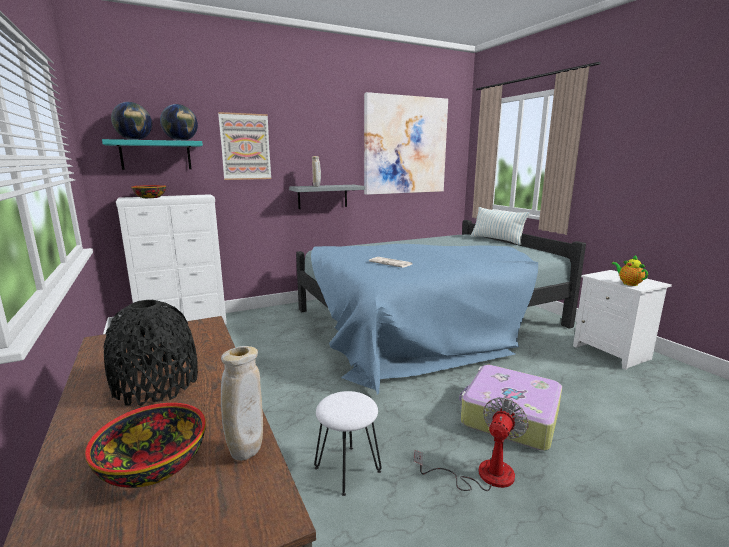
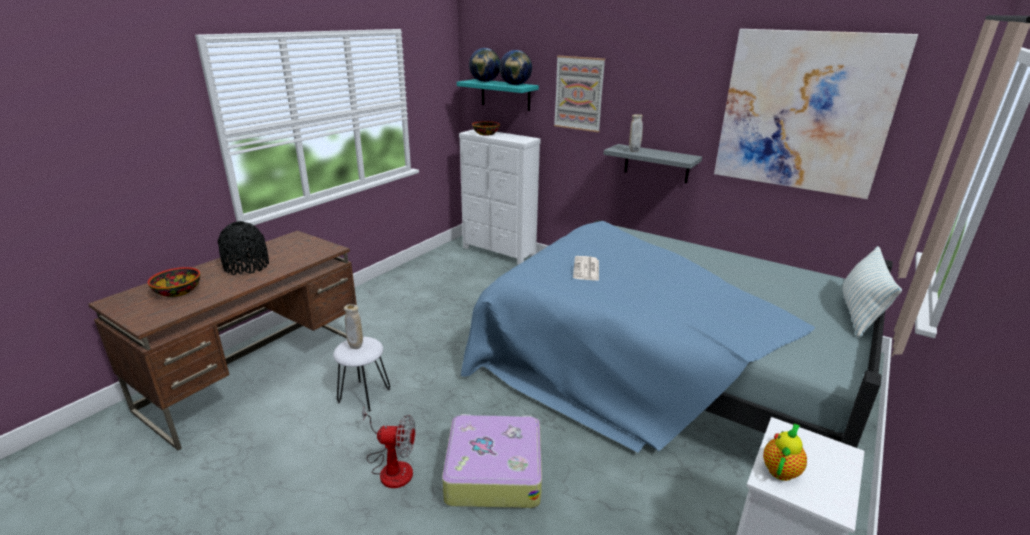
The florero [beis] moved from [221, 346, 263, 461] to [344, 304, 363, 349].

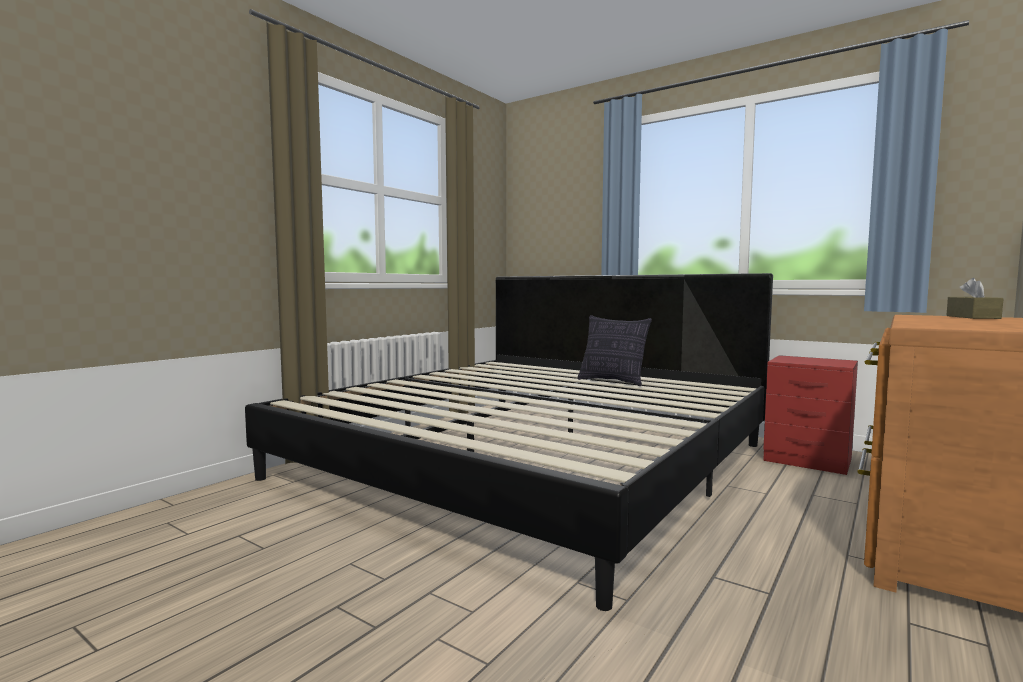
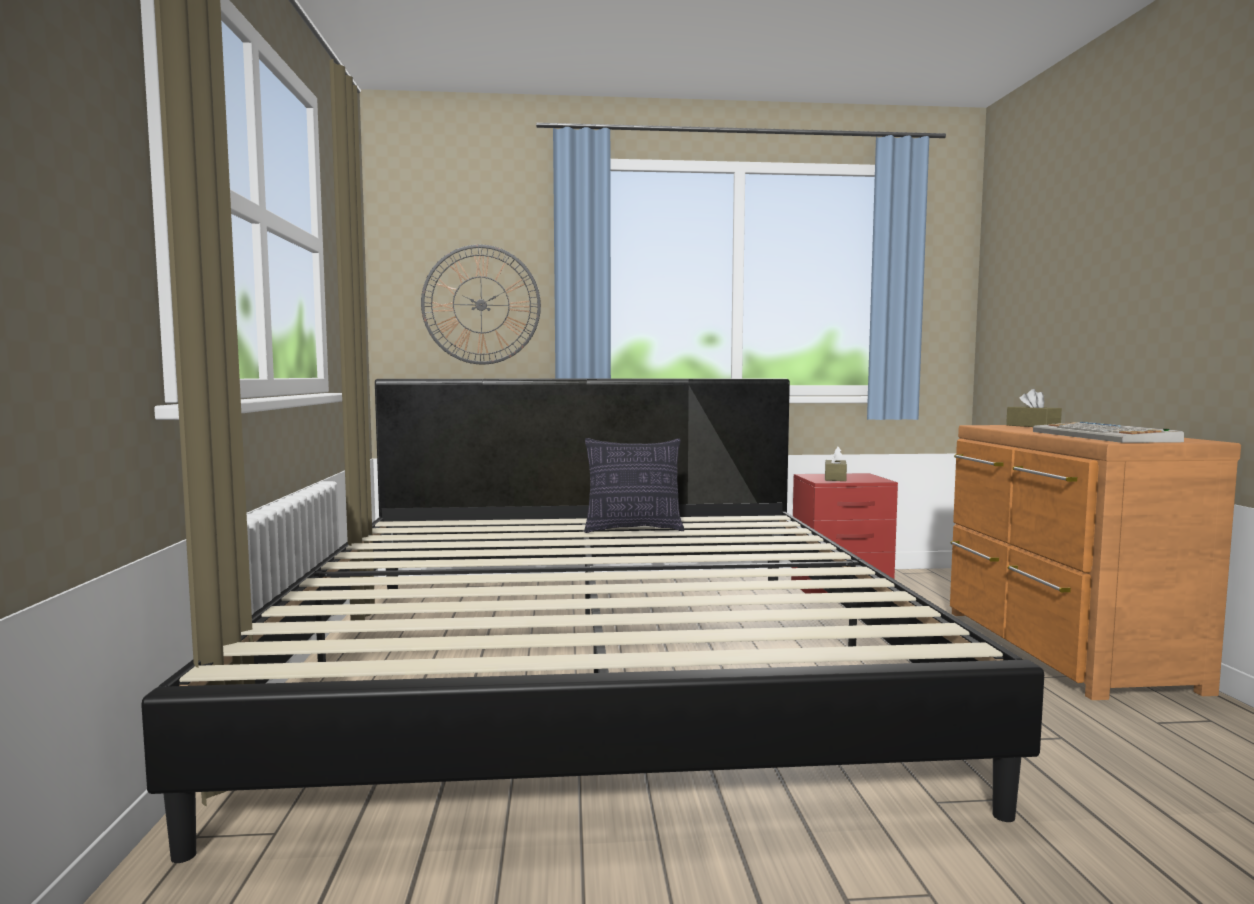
The reloj de pared at [421, 245, 541, 365] appeared. The caja de pañuelos [marrón] at [825, 447, 847, 481] appeared. The teclado at [1033, 422, 1184, 443] appeared.

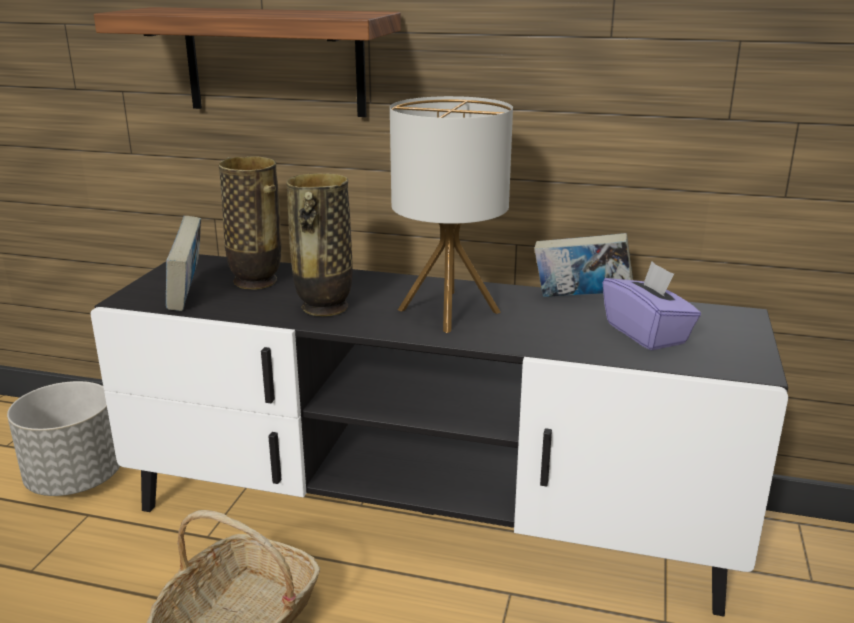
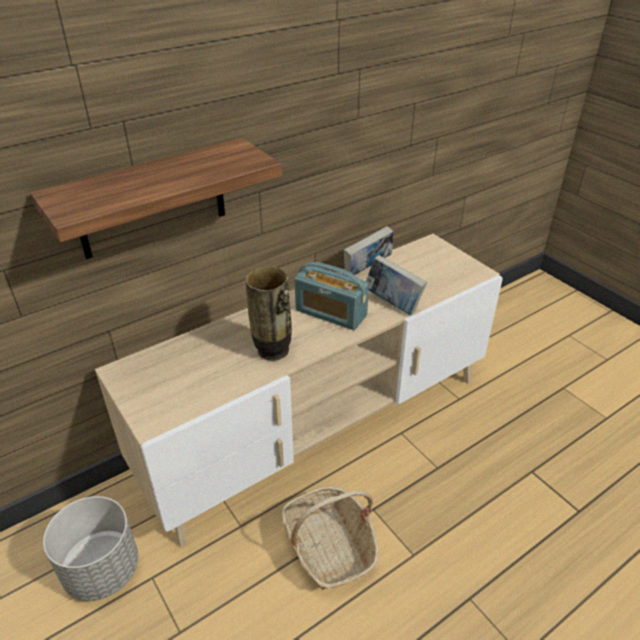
The mueble de televisión [negro] at [91, 254, 788, 617] became the mueble de televisión [beis] at [95, 234, 503, 547]. The libro moved from [166, 216, 201, 311] to [366, 255, 427, 315]. The florero at [218, 156, 281, 290] disappeared. The lámpara de mesa at [390, 96, 513, 333] was replaced by the radio at [295, 262, 369, 330]. The caja de pañuelos [morado] at [603, 262, 701, 351] disappeared.

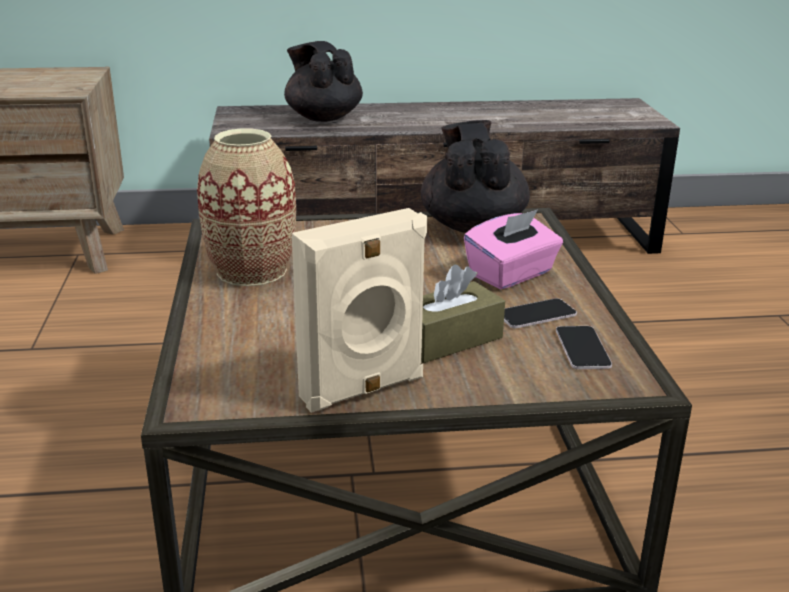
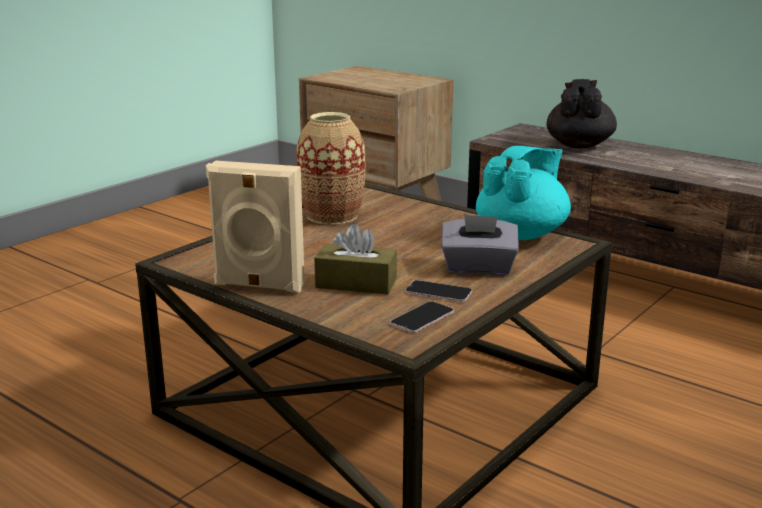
The tetera [negro] at [421, 120, 530, 233] became the tetera [turquesa] at [476, 146, 571, 240]. The caja de pañuelos [rosa] at [464, 209, 563, 289] became the caja de pañuelos [gris] at [442, 214, 519, 275].

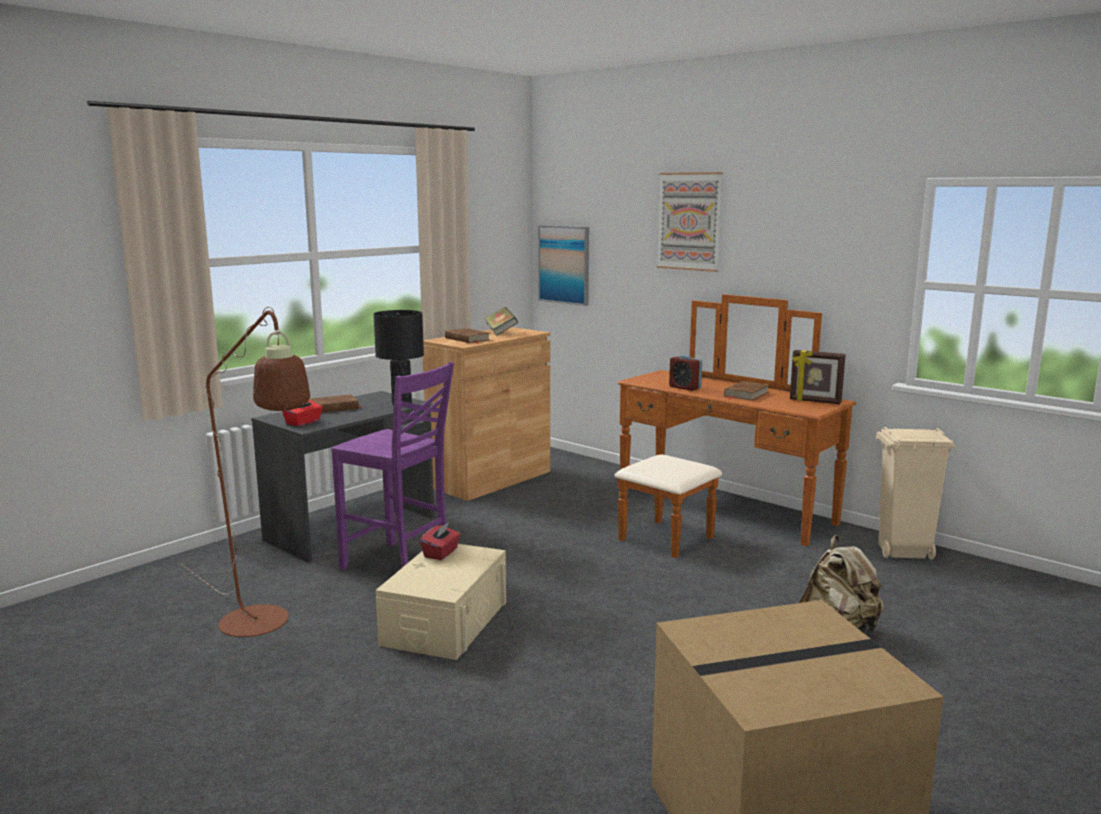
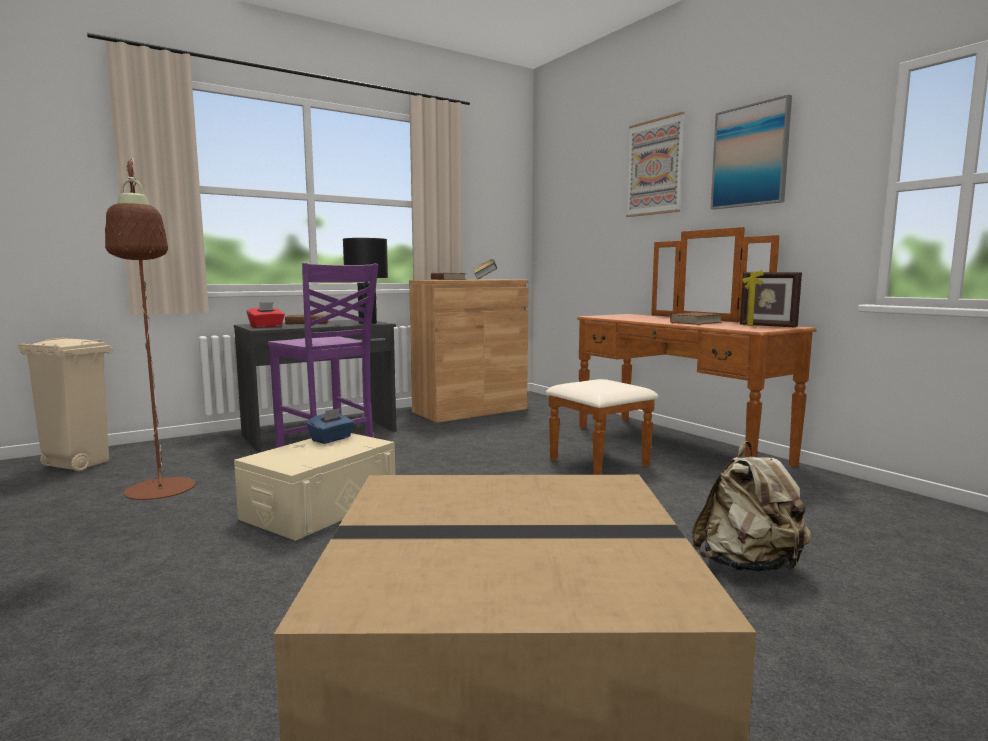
The caja de pañuelos [rojo] at [420, 522, 461, 560] became the caja de pañuelos [azul] at [307, 408, 354, 444]. The cuadro moved from [538, 225, 589, 306] to [711, 95, 792, 209]. The despertador at [669, 355, 702, 391] disappeared. The papelera [beis] moved from [876, 427, 956, 560] to [17, 338, 113, 471].

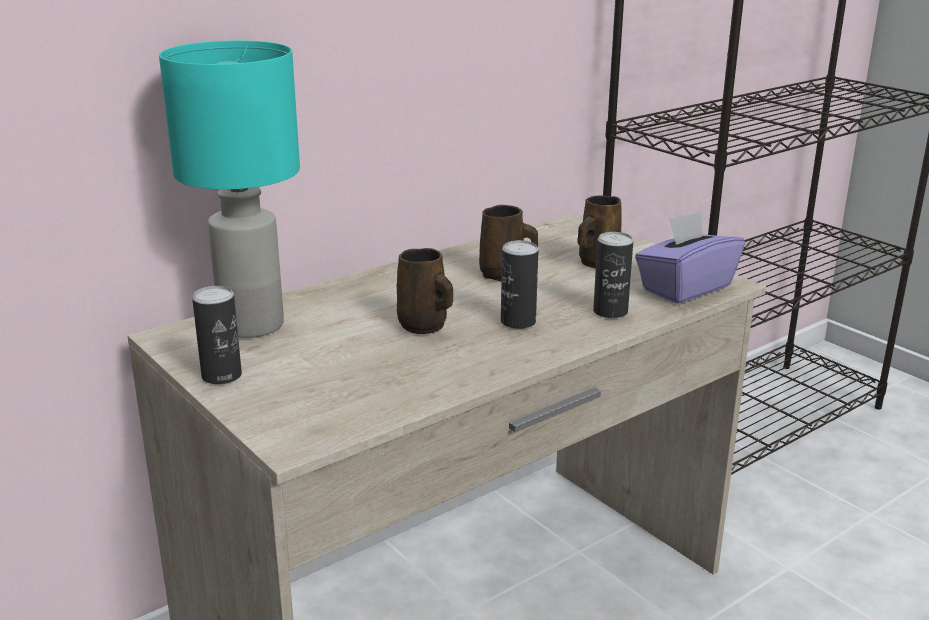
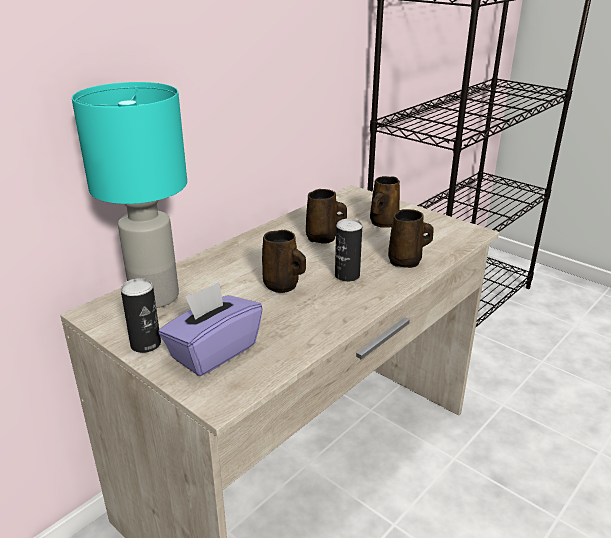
The lata at [593, 232, 633, 318] was replaced by the taza grande [marrón] at [388, 209, 434, 268]. The caja de pañuelos [morado] moved from [635, 211, 745, 304] to [159, 282, 263, 376].

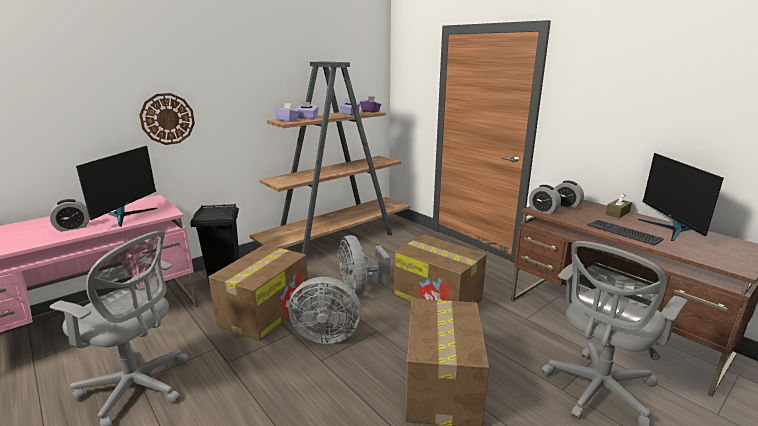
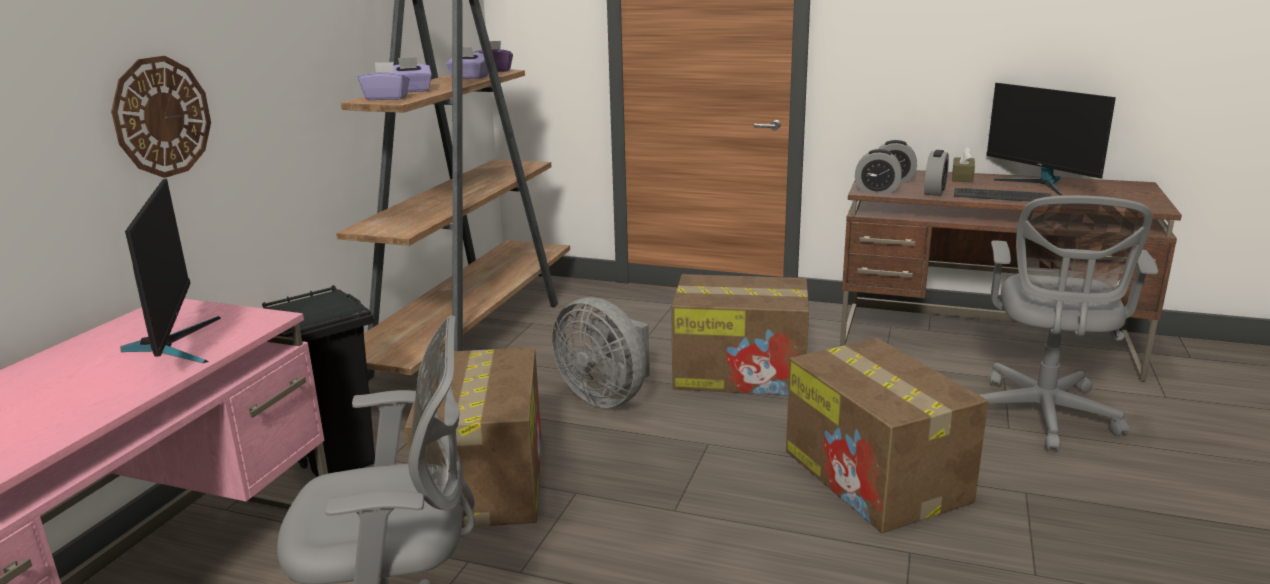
The despertador moved from [50, 199, 90, 232] to [924, 150, 949, 196]. The ventilador [gris] at [288, 277, 361, 344] disappeared.

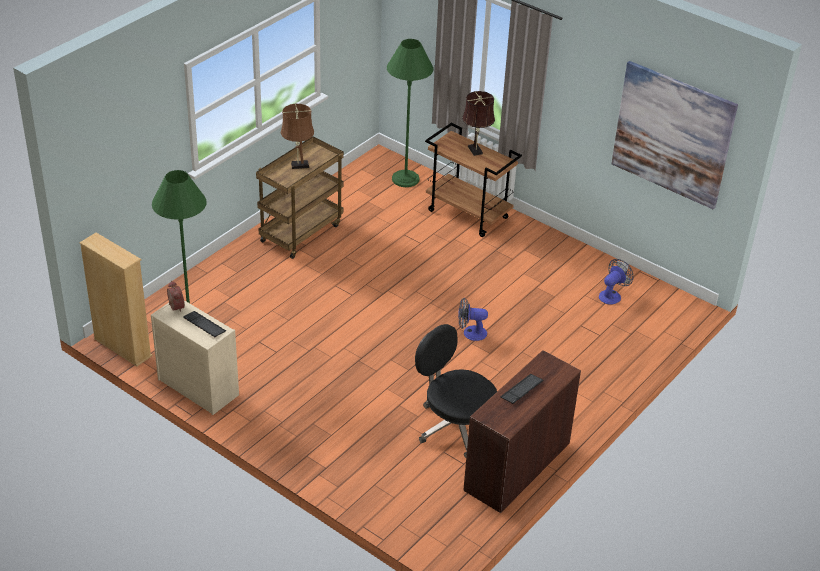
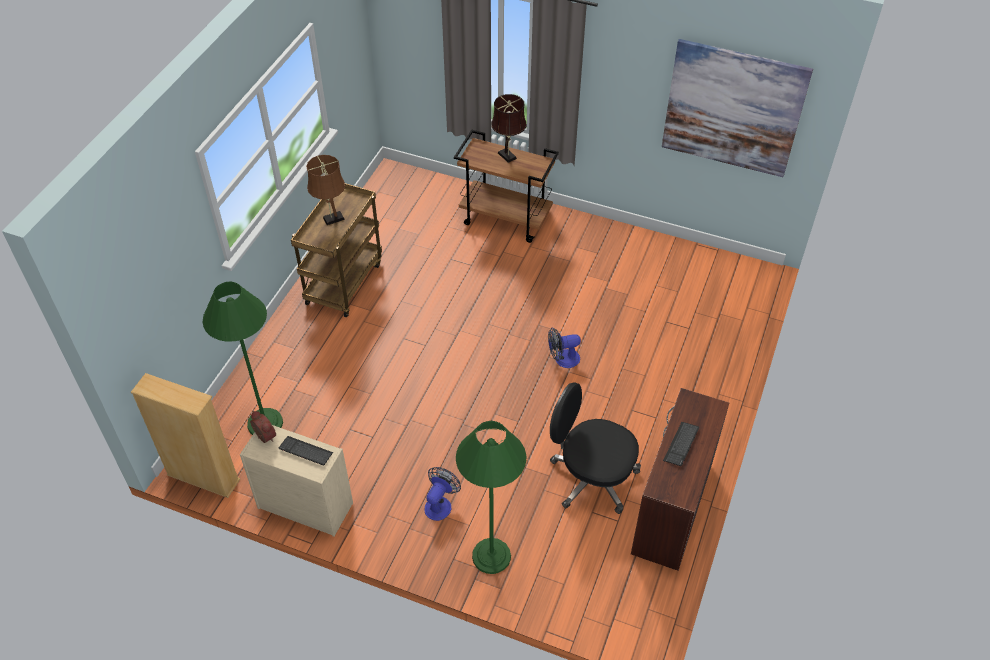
The lámpara de pie [verde] moved from [387, 39, 433, 187] to [456, 421, 526, 574]. The ventilador moved from [599, 259, 633, 305] to [424, 467, 461, 521].

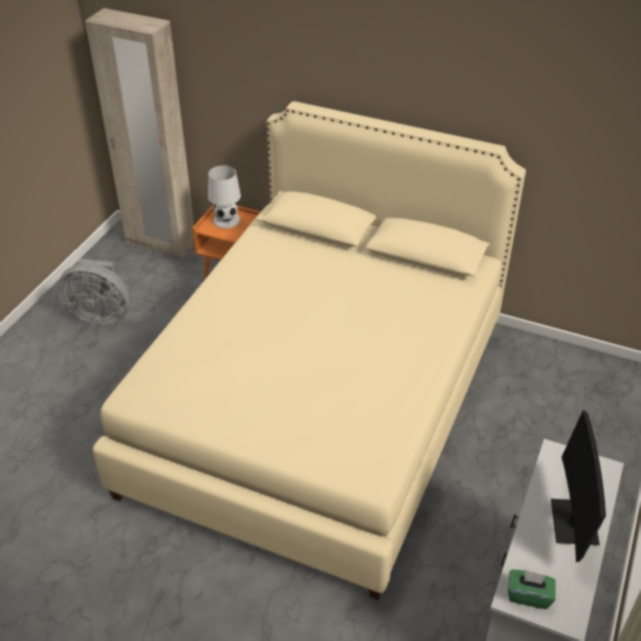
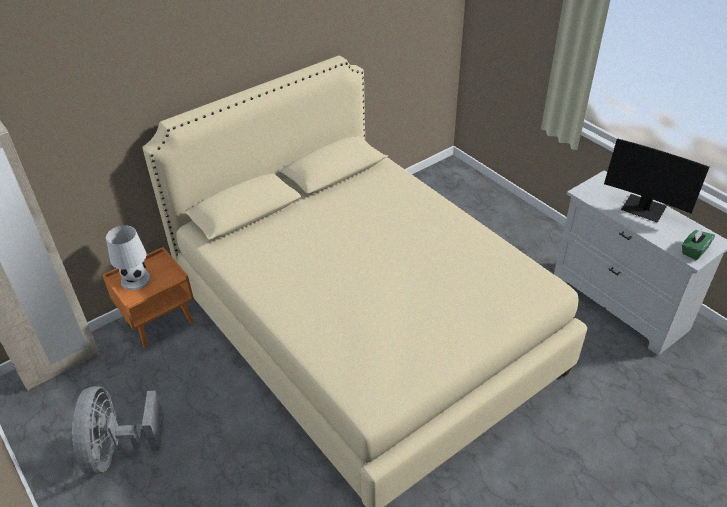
The ventilador [gris] at [58, 259, 131, 325] turned 135 degrees clockwise.

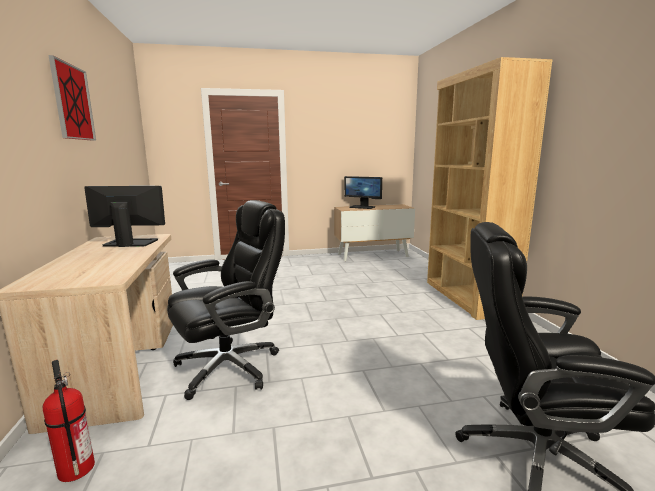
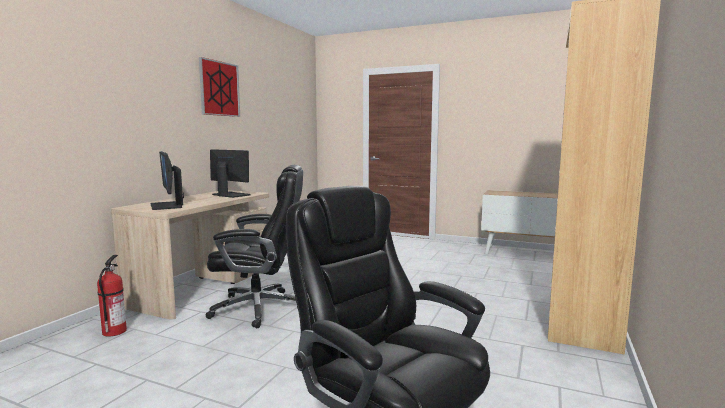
The monitor moved from [344, 176, 382, 209] to [150, 151, 184, 210].

